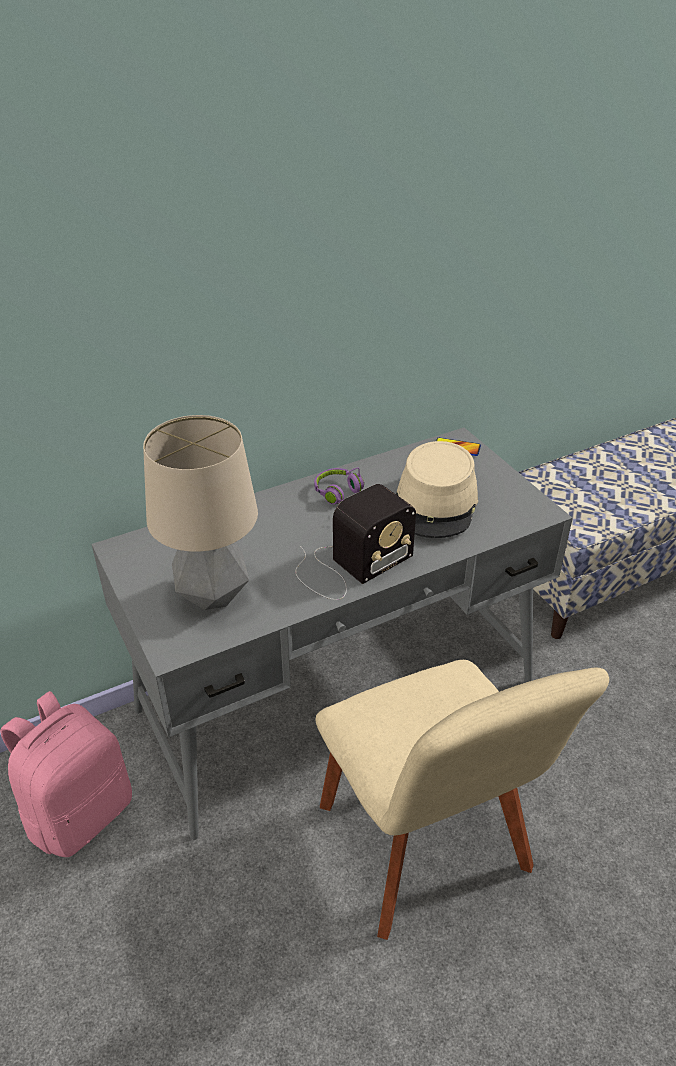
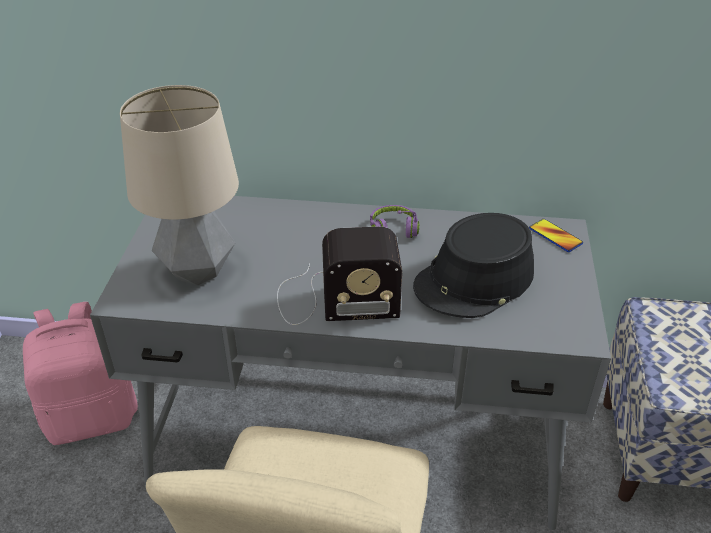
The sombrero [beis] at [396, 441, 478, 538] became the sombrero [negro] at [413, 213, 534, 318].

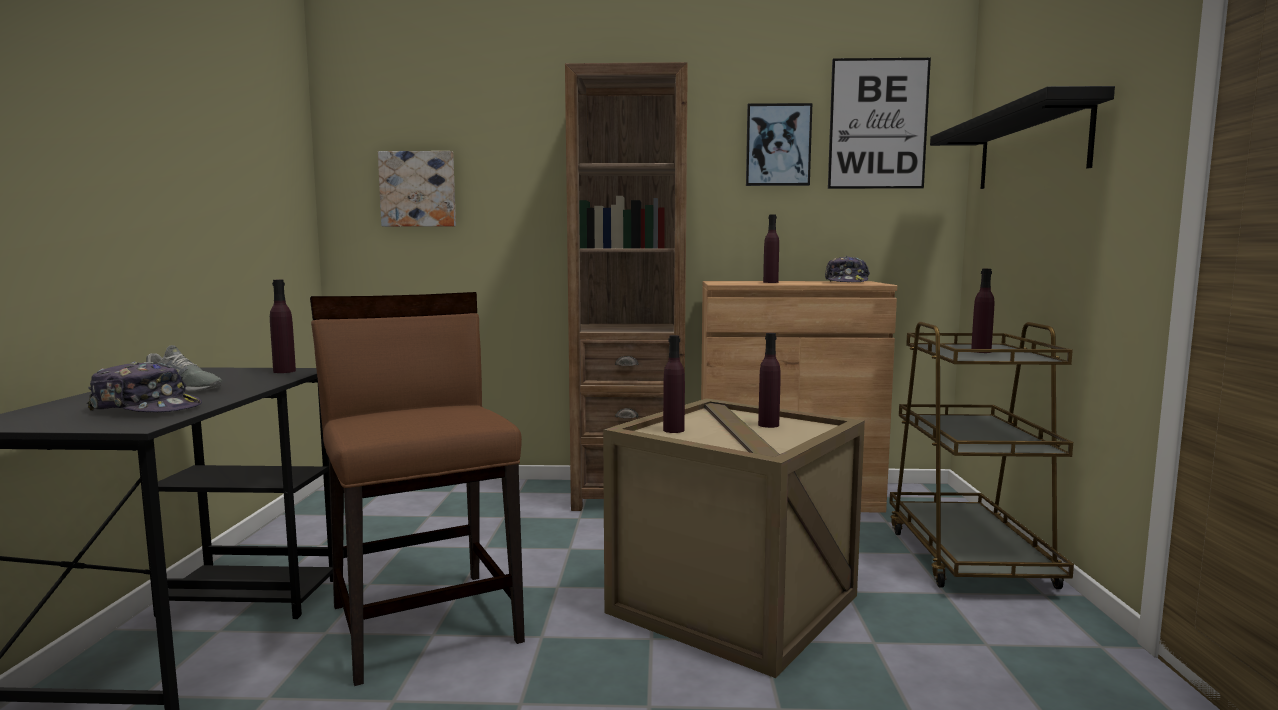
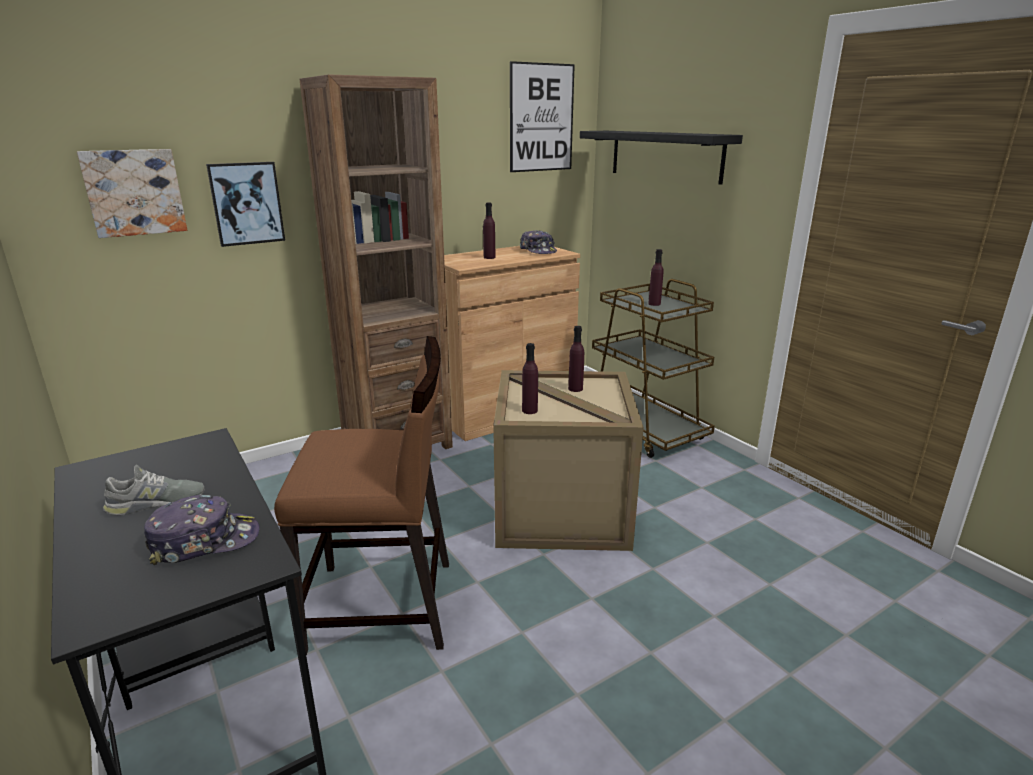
The botella [morado] at [270, 280, 296, 373] disappeared. The silla [marrón] at [310, 292, 525, 686] turned 150 degrees clockwise. The cuadro moved from [746, 103, 812, 186] to [206, 162, 285, 247].

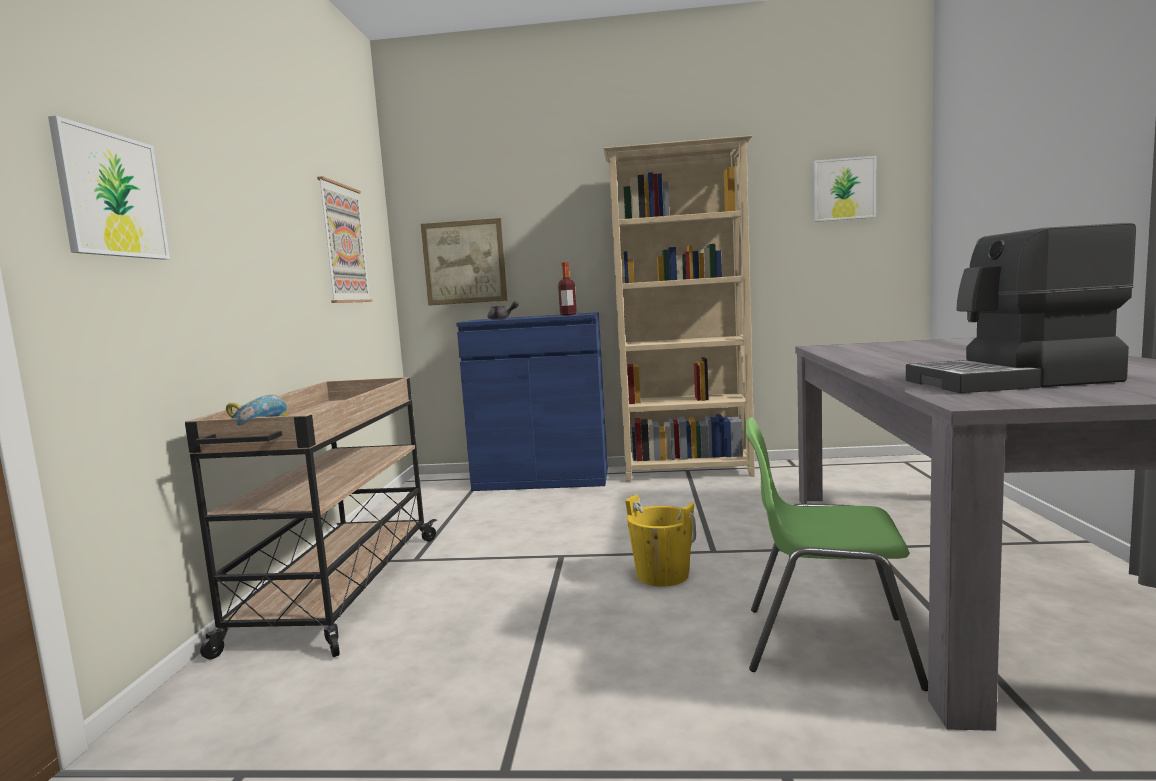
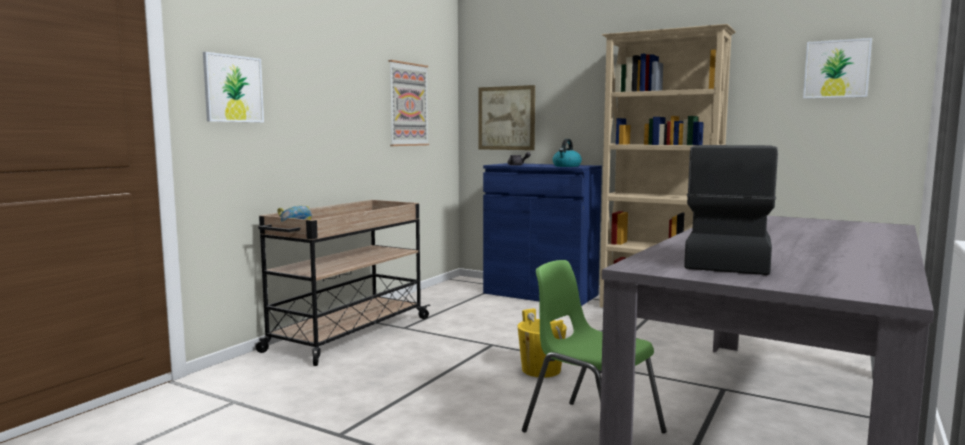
The botella at [558, 262, 577, 315] was replaced by the hervidor at [553, 139, 582, 167]. The cafetera at [906, 223, 1136, 393] turned 90 degrees clockwise.

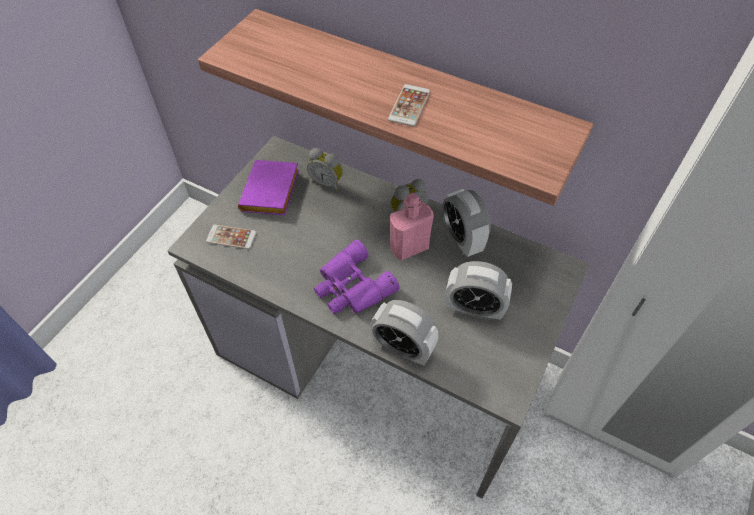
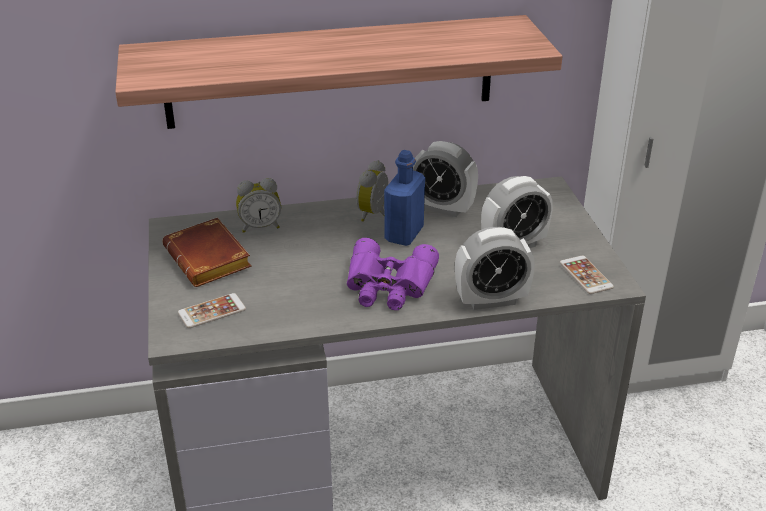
The libro [morado] at [238, 160, 299, 215] became the libro [marrón] at [162, 218, 252, 287]. The móvil moved from [388, 84, 430, 127] to [560, 256, 614, 294]. The botella [rosa] at [390, 193, 434, 260] became the botella [azul] at [384, 150, 425, 246].

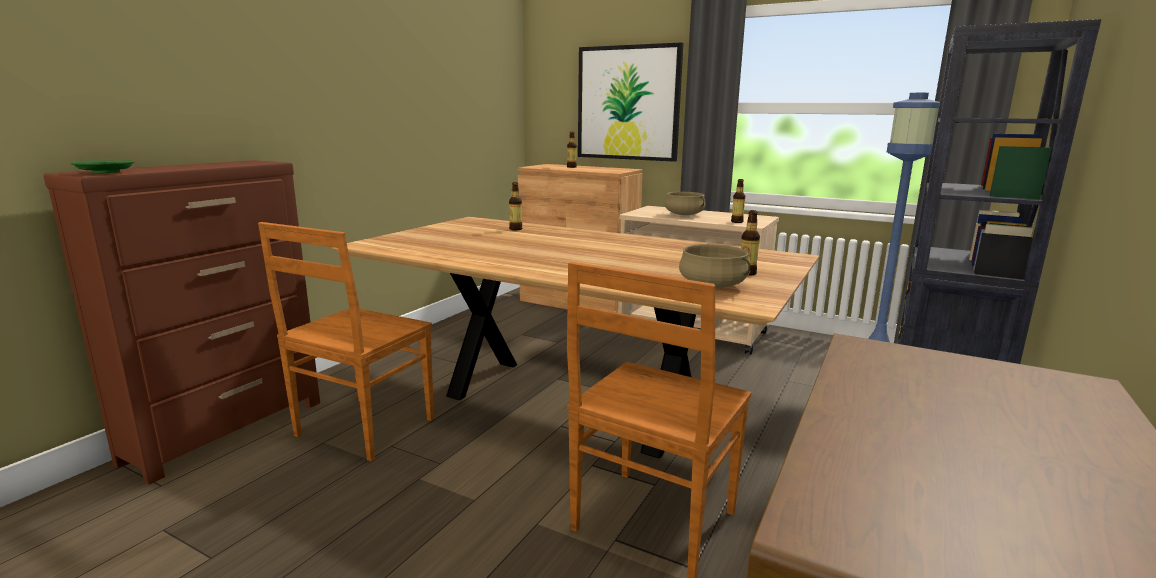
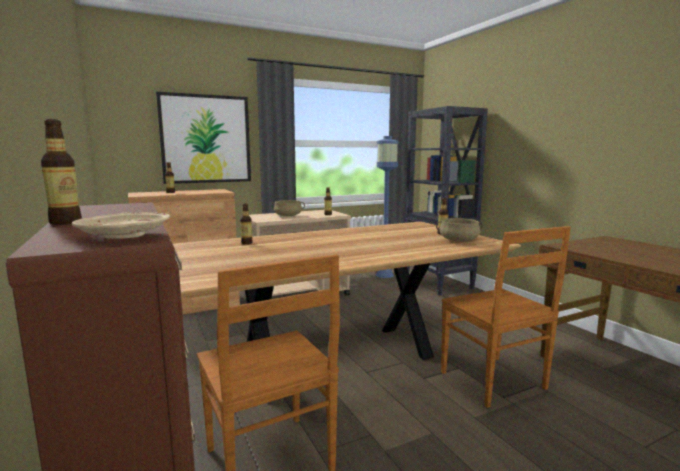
The plato [verde] at [71, 160, 135, 174] became the plato [beis] at [72, 212, 170, 239]. The botella at [41, 119, 82, 225] appeared.

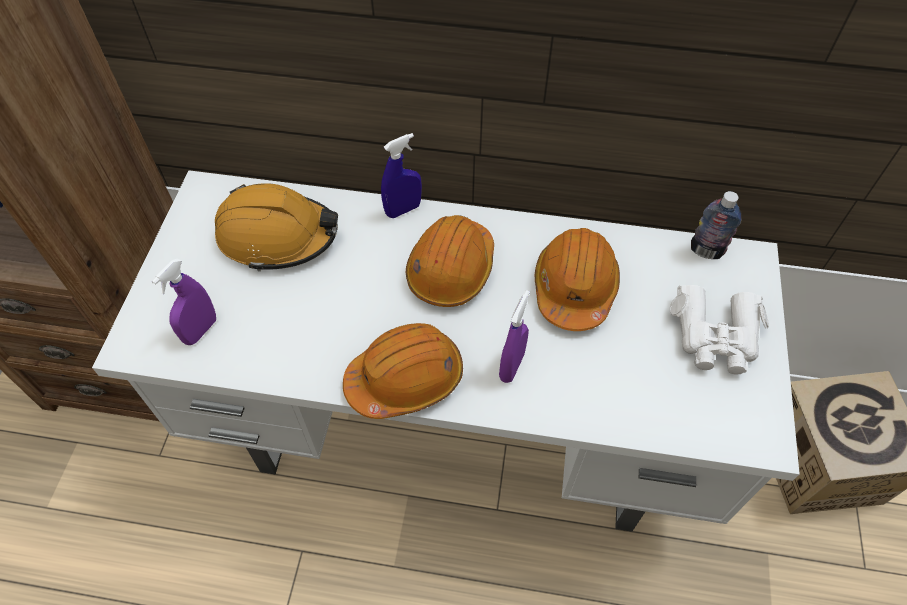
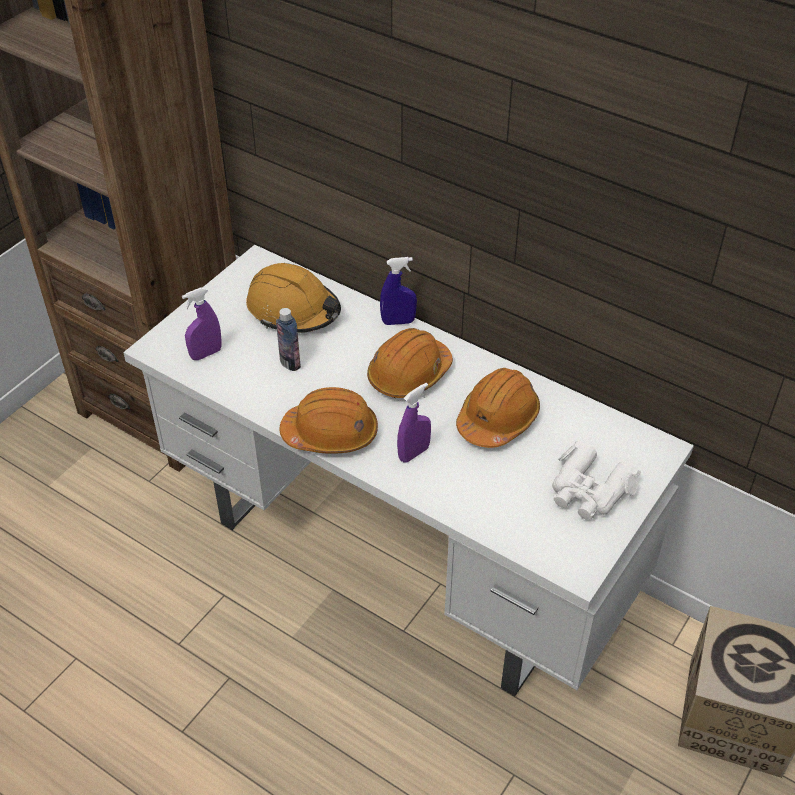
The botella moved from [691, 191, 741, 259] to [276, 308, 301, 371].

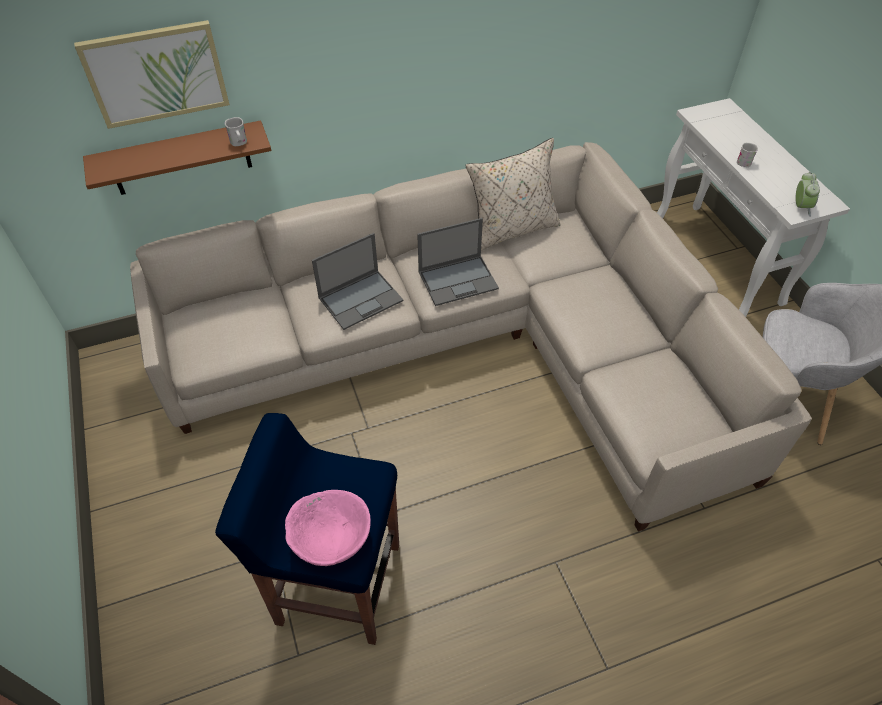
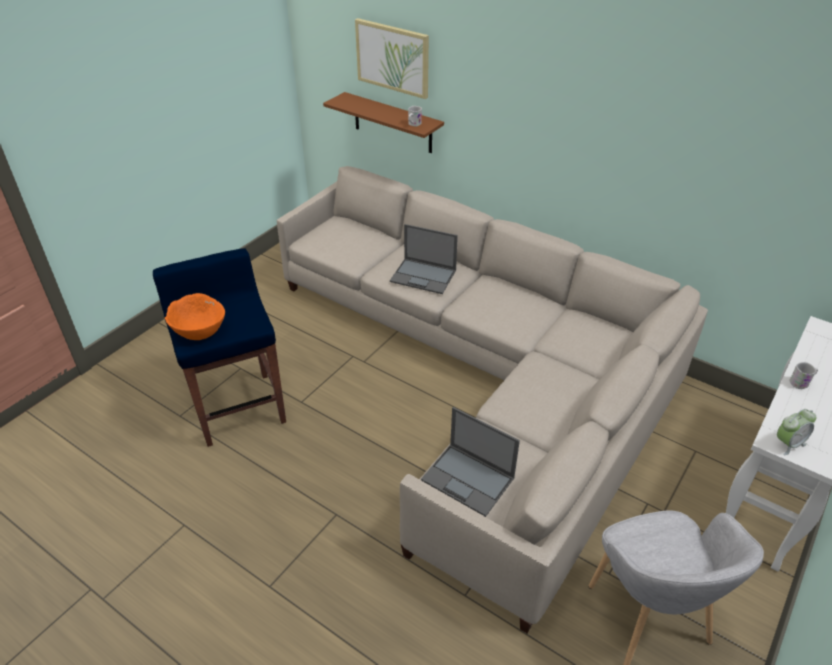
The cuenco [rosa] at [285, 490, 371, 566] became the cuenco [naranja] at [165, 293, 225, 340]. The portátil moved from [417, 218, 499, 306] to [421, 407, 520, 517]. The cojín [beis] at [465, 138, 561, 251] disappeared.

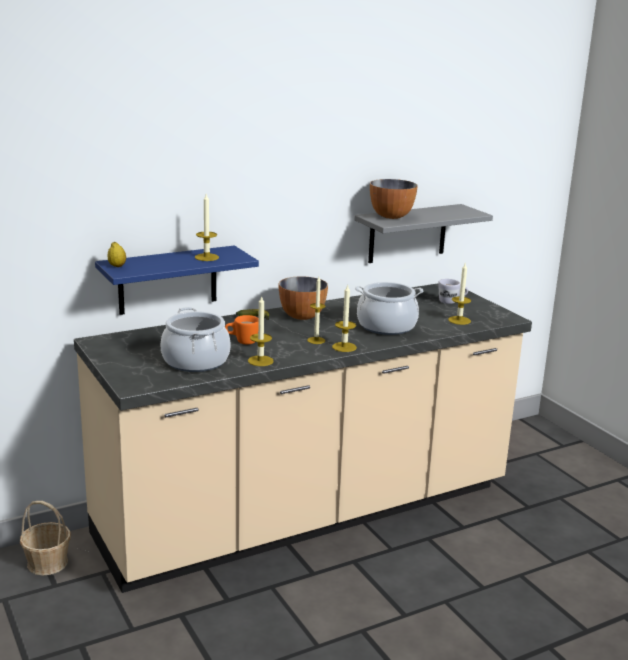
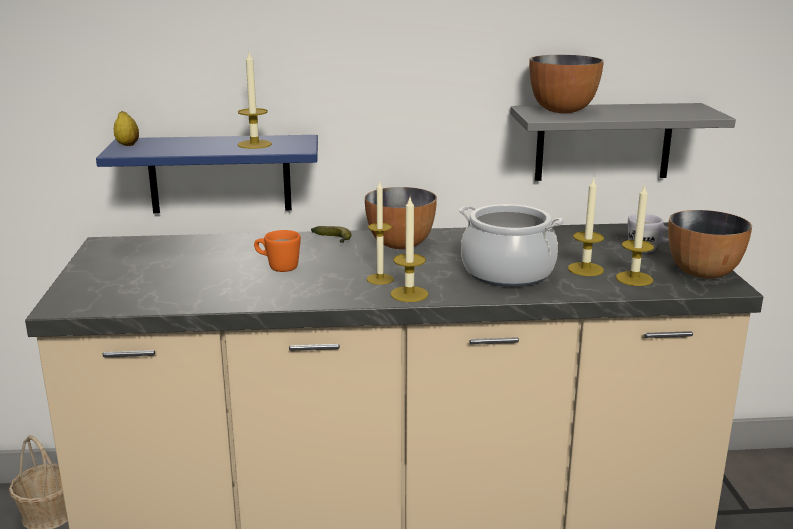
The olla at [161, 307, 230, 372] disappeared. The vela moved from [248, 295, 274, 366] to [568, 177, 604, 276]. The cuenco at [668, 210, 752, 279] appeared.

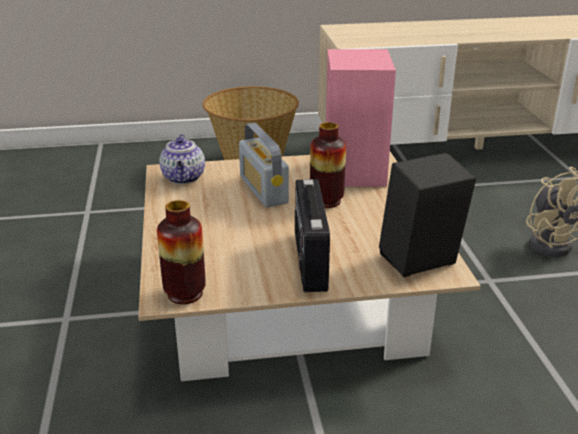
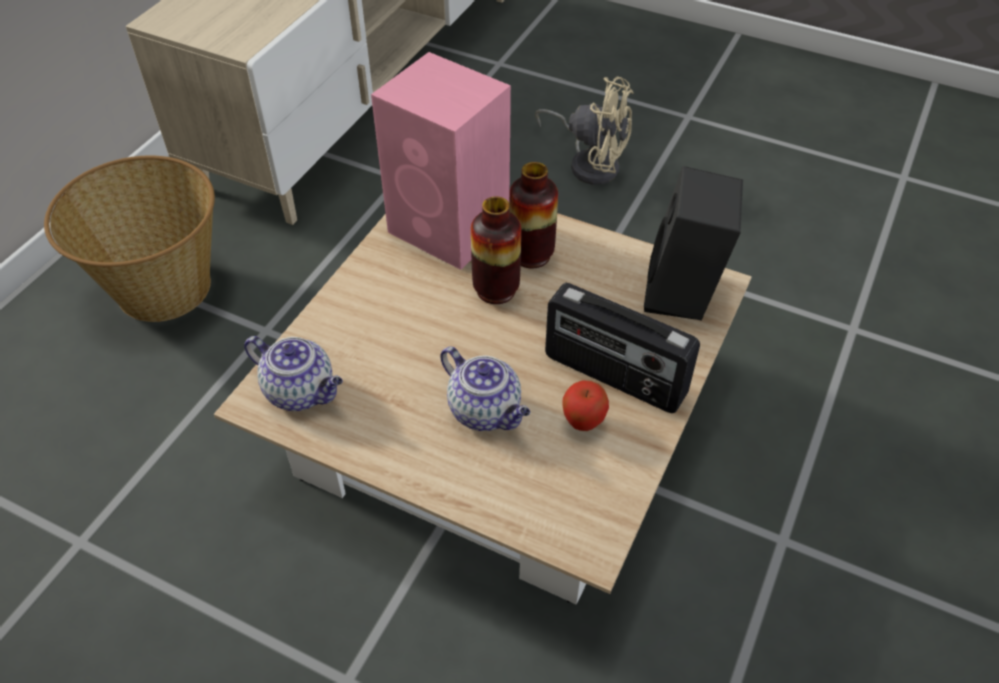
The florero moved from [157, 200, 206, 304] to [509, 162, 558, 268]. The radio at [239, 123, 289, 208] disappeared. The tetera at [440, 346, 530, 431] appeared. The manzana at [562, 380, 609, 431] appeared.

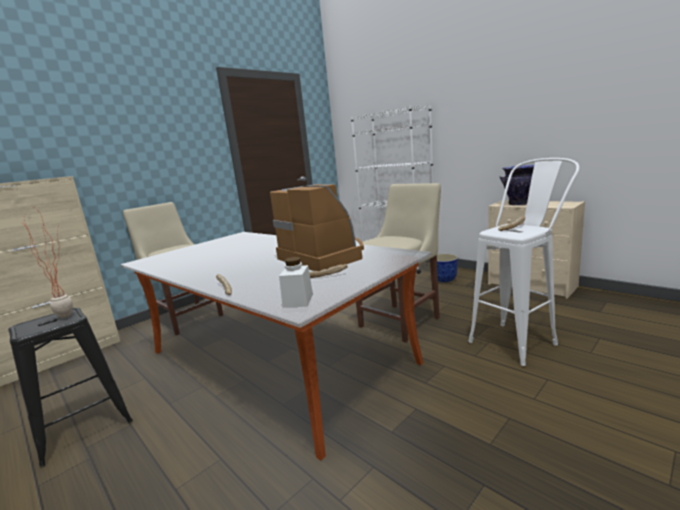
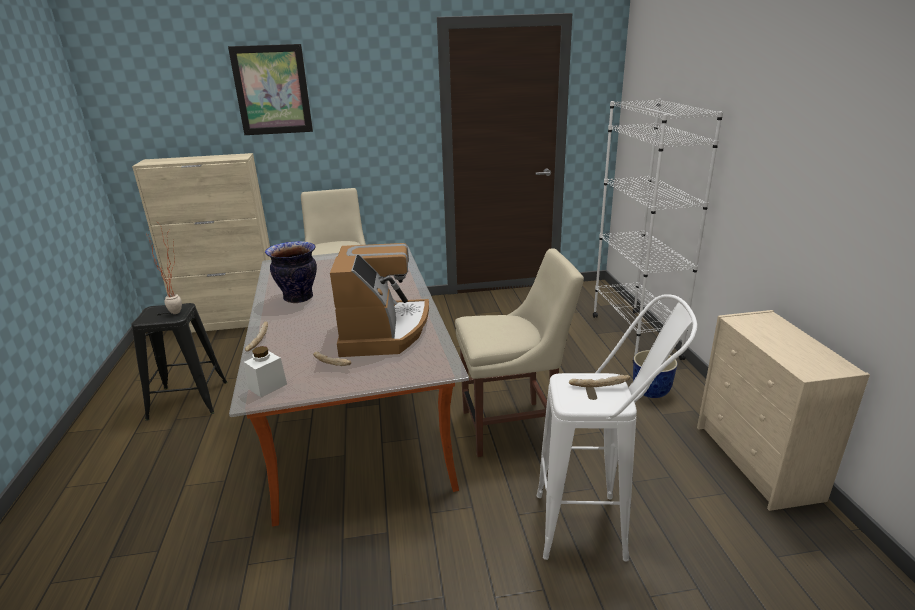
The florero moved from [500, 165, 534, 206] to [265, 241, 317, 303]. The cuadro at [228, 44, 313, 135] appeared.

